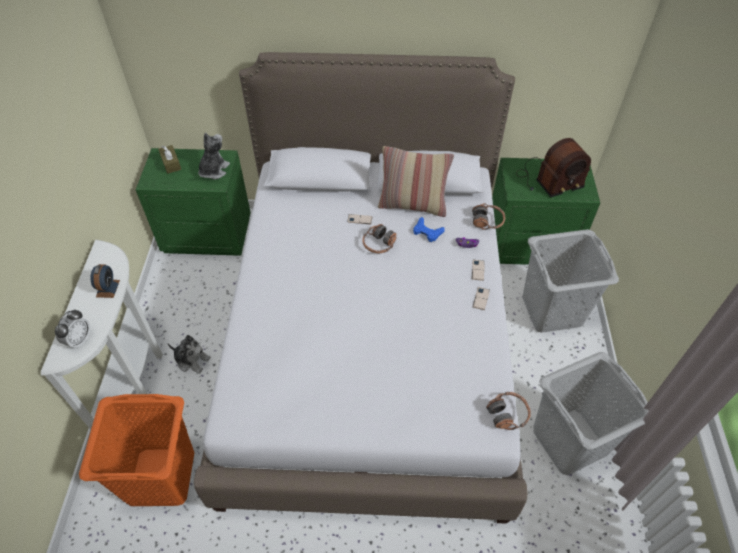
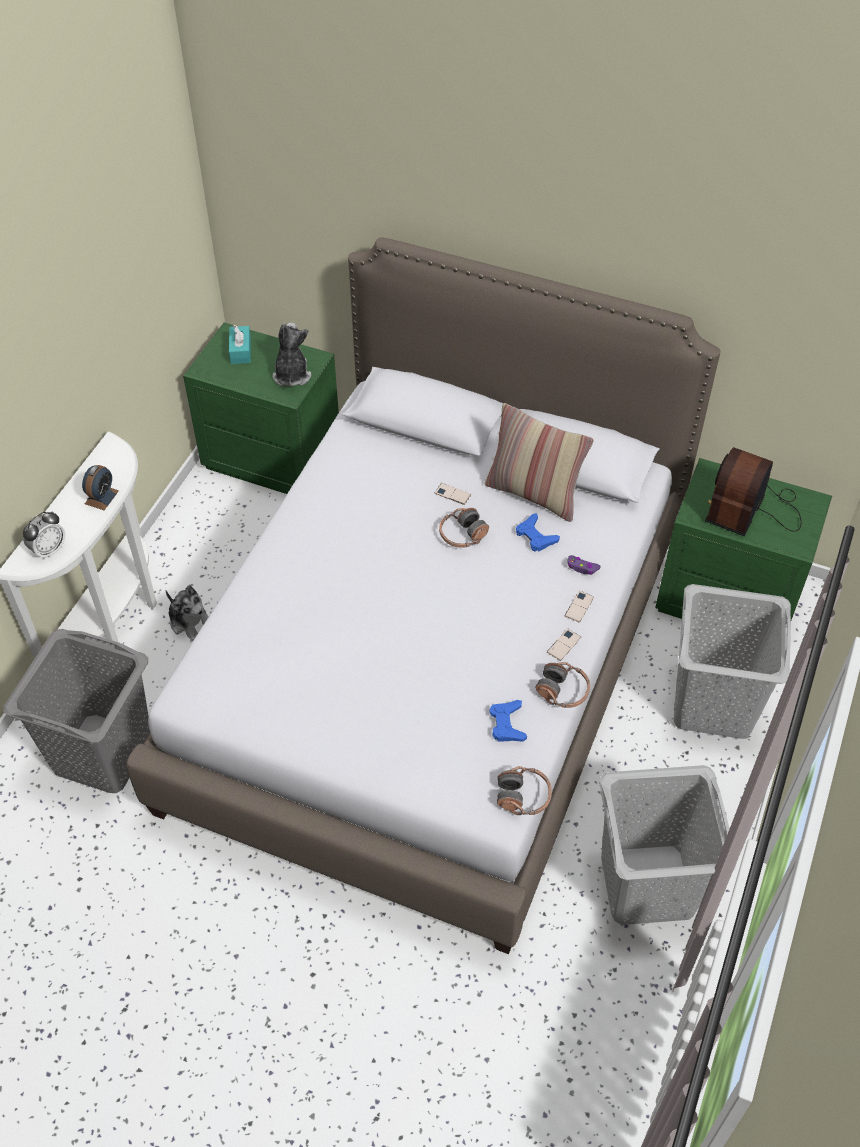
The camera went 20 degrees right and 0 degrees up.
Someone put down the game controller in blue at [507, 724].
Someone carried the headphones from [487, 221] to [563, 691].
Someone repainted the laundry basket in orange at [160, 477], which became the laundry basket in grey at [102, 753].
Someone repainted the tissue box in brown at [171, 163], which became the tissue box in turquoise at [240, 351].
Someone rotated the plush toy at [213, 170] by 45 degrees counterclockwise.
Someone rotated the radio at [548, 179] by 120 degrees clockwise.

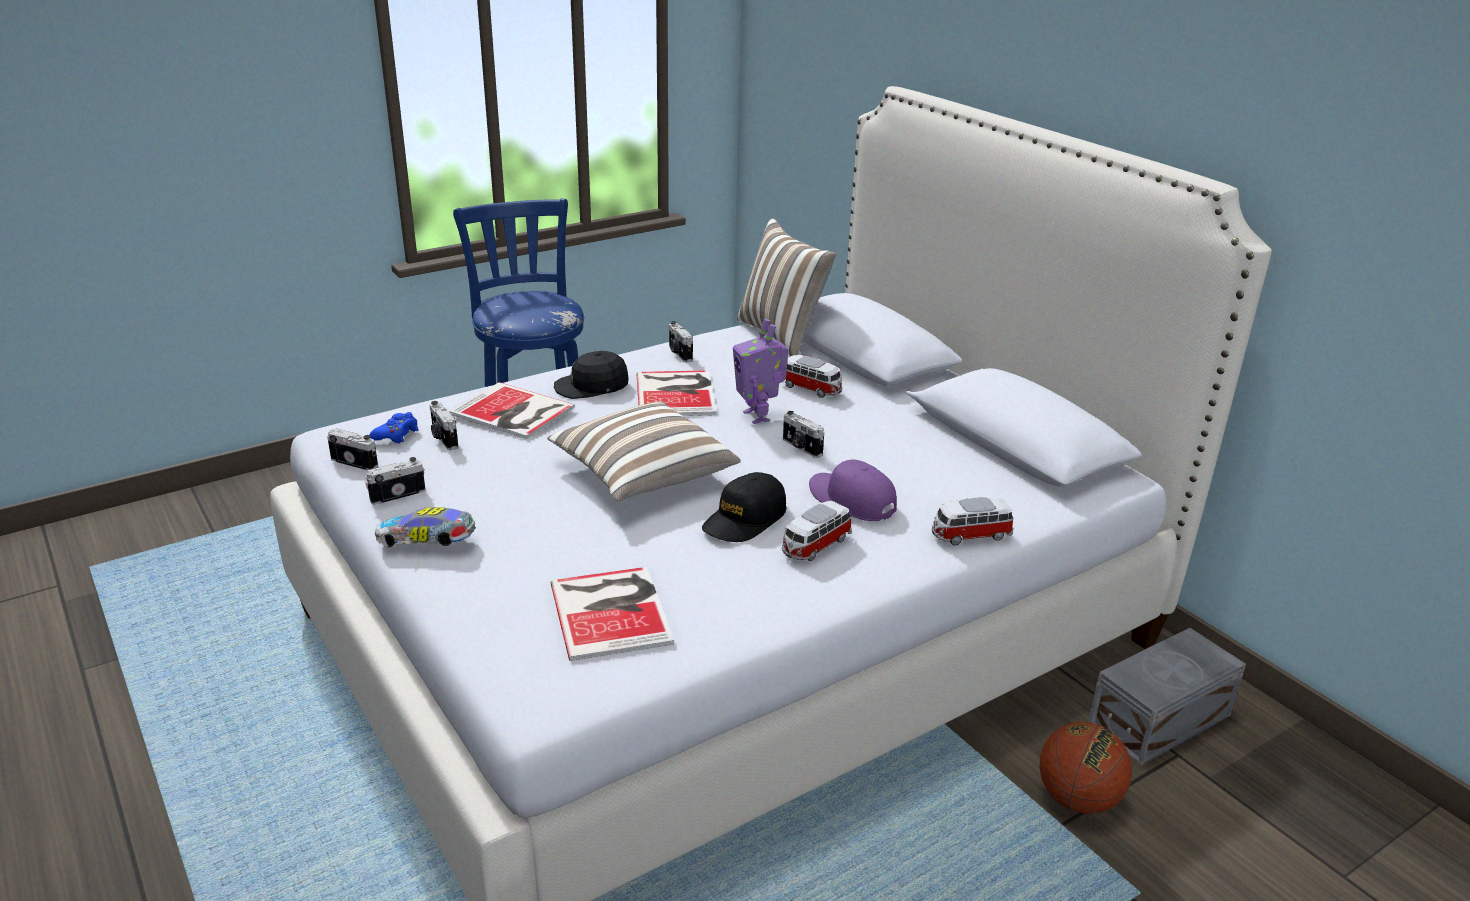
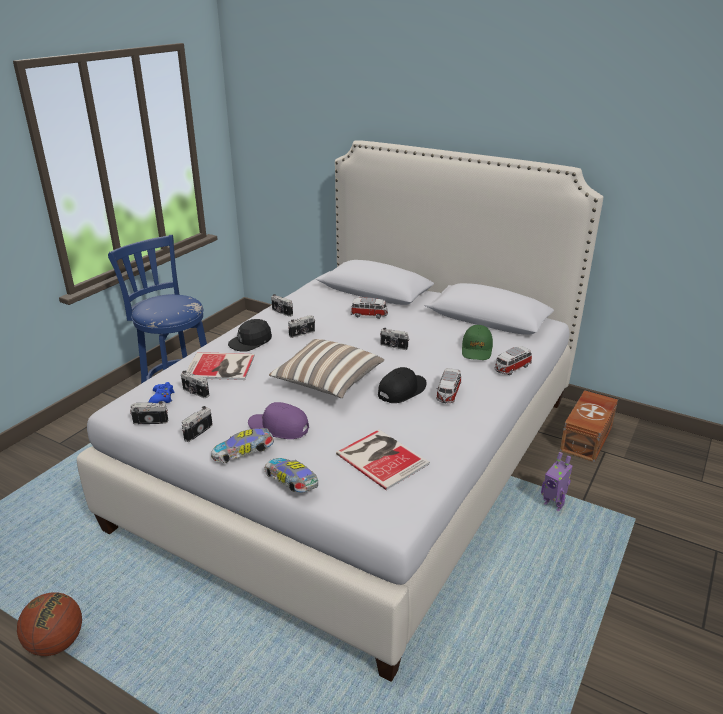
The camera went 25 degrees left and 0 degrees up.
Someone took away the pillow at [782, 336].
Someone put down the toy car at [292, 483].
Someone put down the cap in green at [477, 349].
Someone carried the toy robot from [758, 416] to [553, 505].
Someone carried the cap in purple from [851, 500] to [278, 428].
Someone carried the basketball from [1077, 799] to [56, 643].
Someone swapped the book at [677, 393] for the photo camera at [302, 334].
Someone repainted the storage box in grey at [1162, 720], which became the storage box in brown at [587, 438].
Someone rotated the cap in black at [745, 519] by 150 degrees counterclockwise.

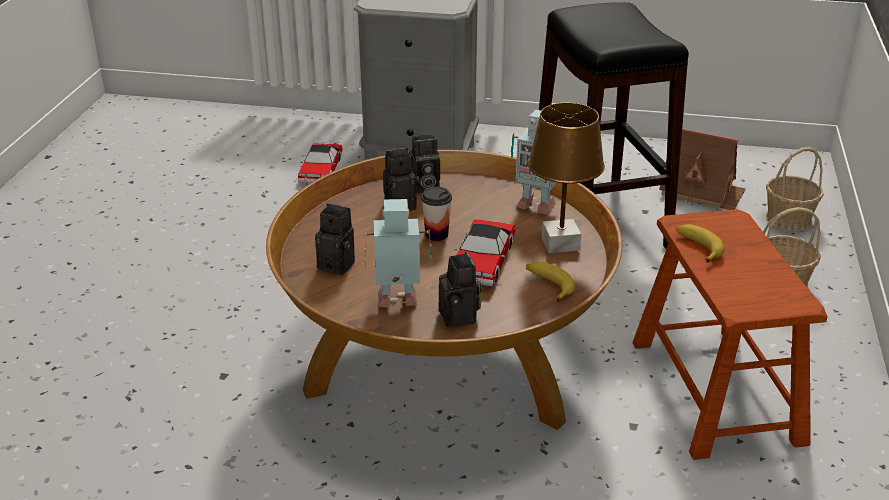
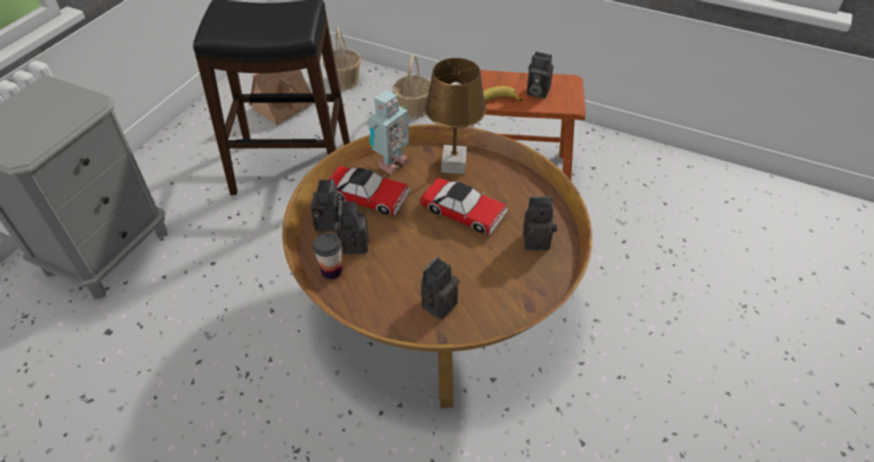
The camera went 75 degrees left and 15 degrees up.
Someone took away the toy robot at [399, 302].
Someone took away the banana at [548, 285].
Someone put down the photo camera at [536, 92].
Someone carried the toy car from [320, 170] to [367, 196].
Someone carried the cup from [436, 235] to [331, 271].

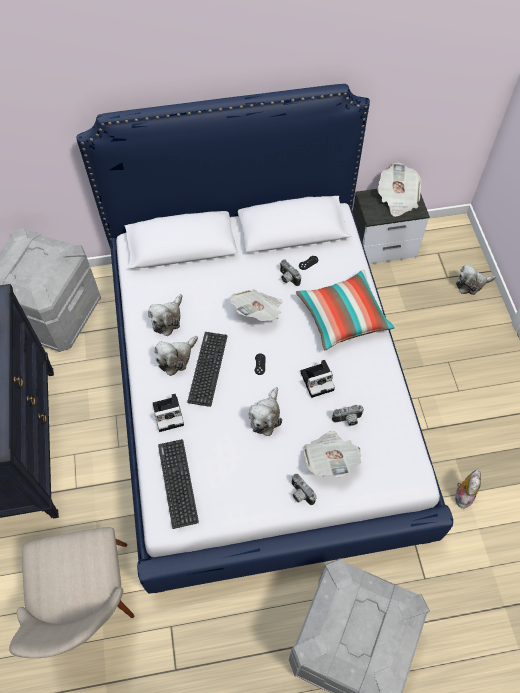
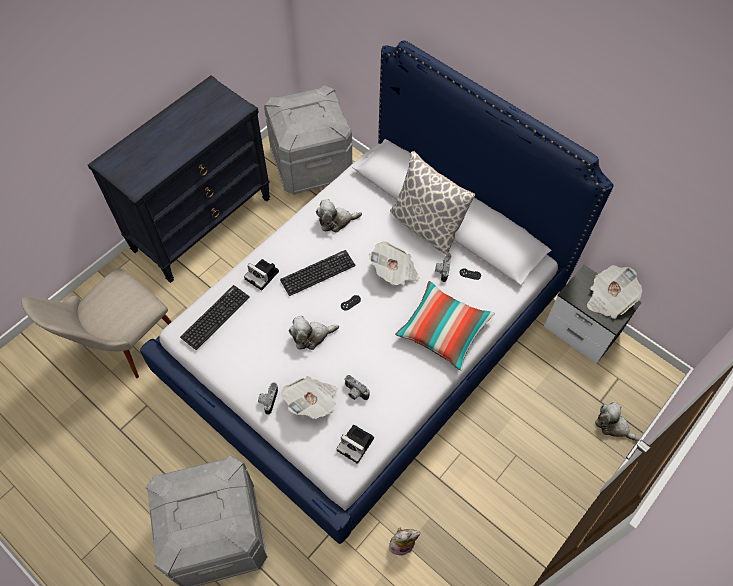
The camera went 50 degrees right and 0 degrees up.
Someone took away the plush toy at [176, 358].
Someone put down the pillow at [426, 225].
Someone carried the photo camera from [318, 380] to [357, 444].

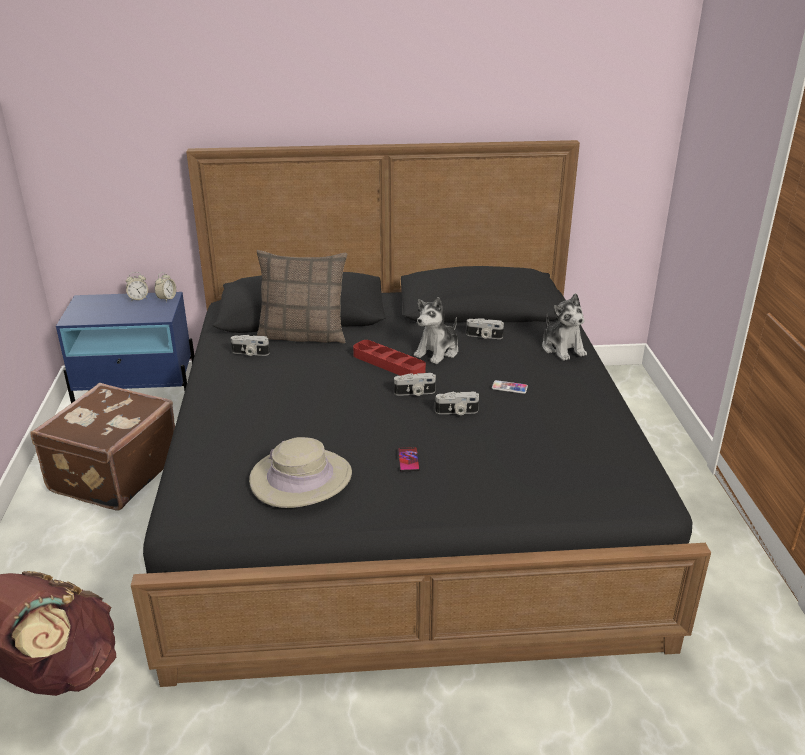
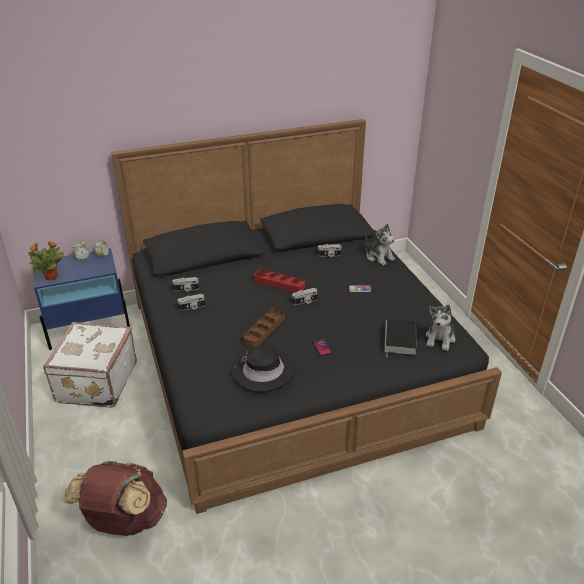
The camera went 15 degrees left and 5 degrees up.
Someone took away the pillow at [303, 335].
Someone put down the potted plant at [52, 277].
Someone put down the tray in brown at [264, 330].
Someone put down the book at [400, 340].
Someone carried the plush toy from [437, 352] to [440, 339].
Someone carried the photo camera from [457, 412] to [192, 307].
Someone repainted the suitcase in brown at [112, 474], which became the suitcase in white at [95, 382].
Someone repainted the hat in beige at [301, 478], which became the hat in black at [263, 371].

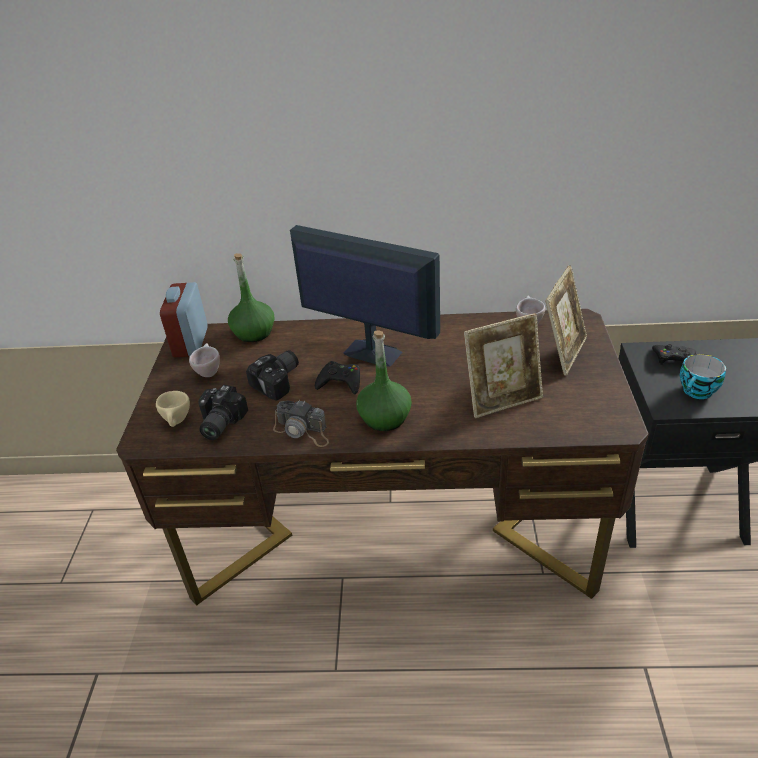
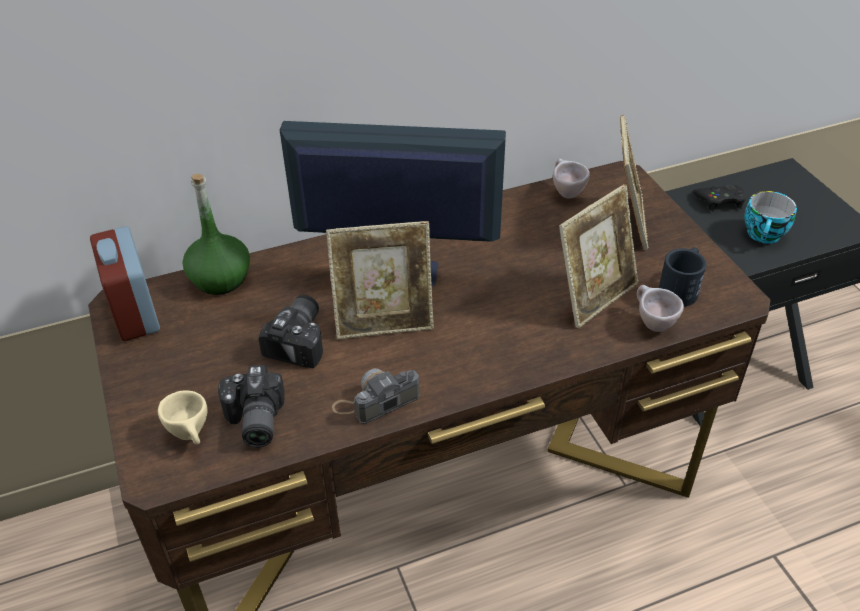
The camera went 25 degrees left and 5 degrees up.
Someone took away the bottle in green at [385, 417].
Someone put down the mug in black at [681, 287].
Someone carried the cup in beige from [208, 371] to [651, 323].
Someone swapped the game controller in black at [340, 382] for the picture frame at [384, 321].
Someone rotated the photo camera at [303, 431] by 150 degrees clockwise.

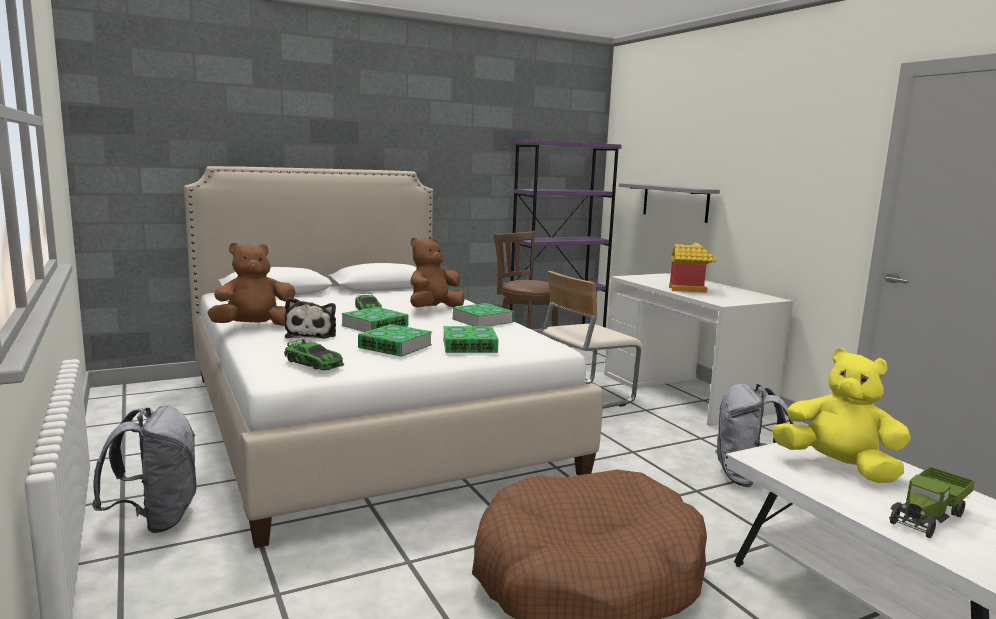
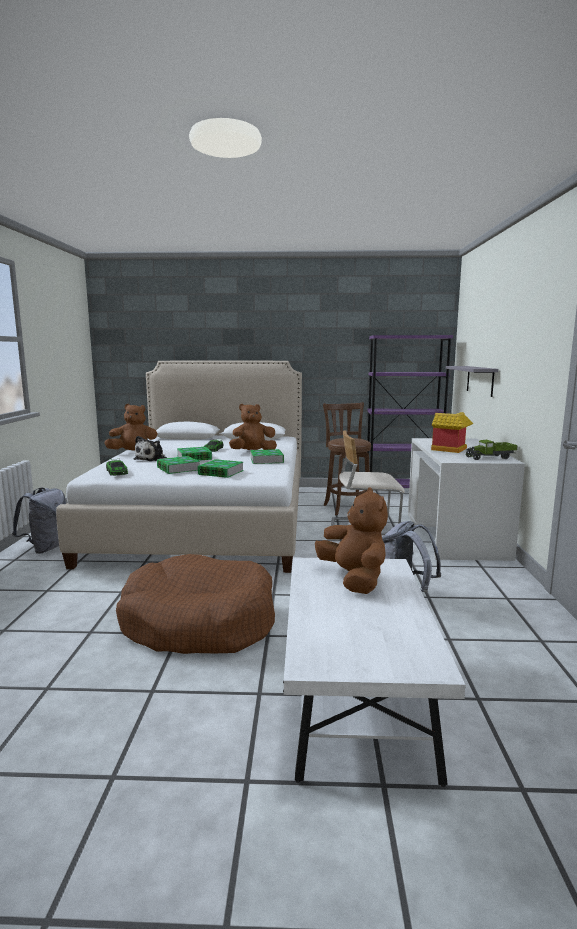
The camera went 30 degrees right and 0 degrees up.
Someone carried the toy truck from [929, 516] to [490, 457].
Someone repainted the plush toy in yellow at [837, 467], which became the plush toy in brown at [354, 579].

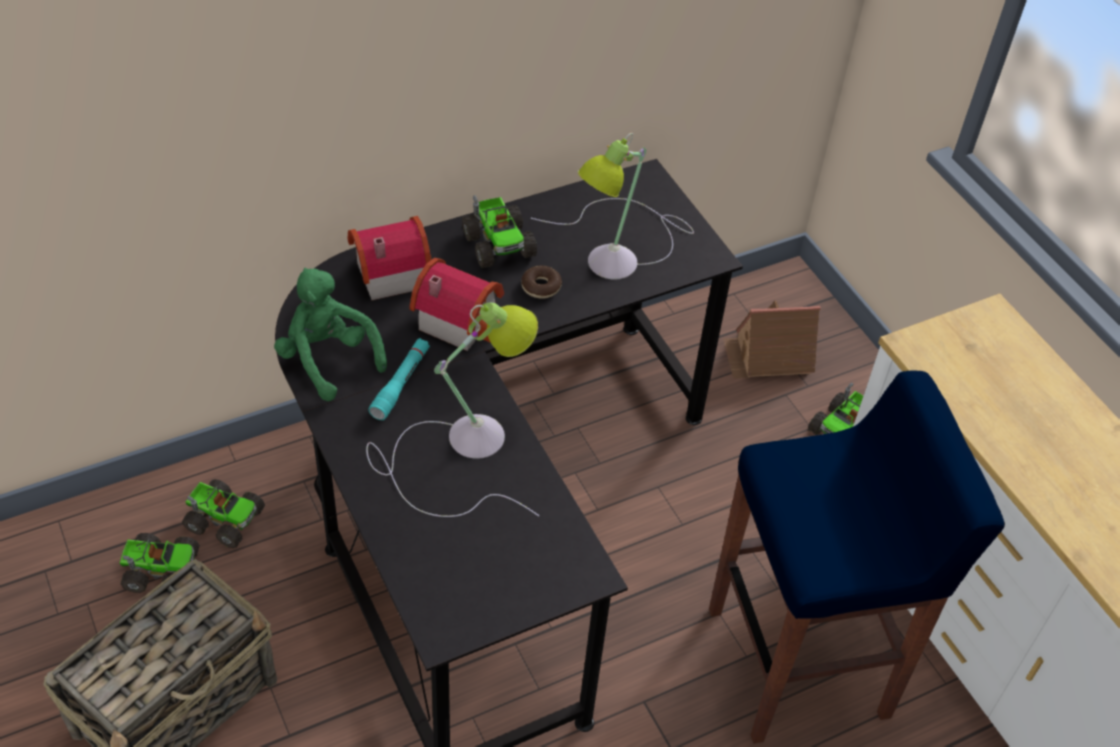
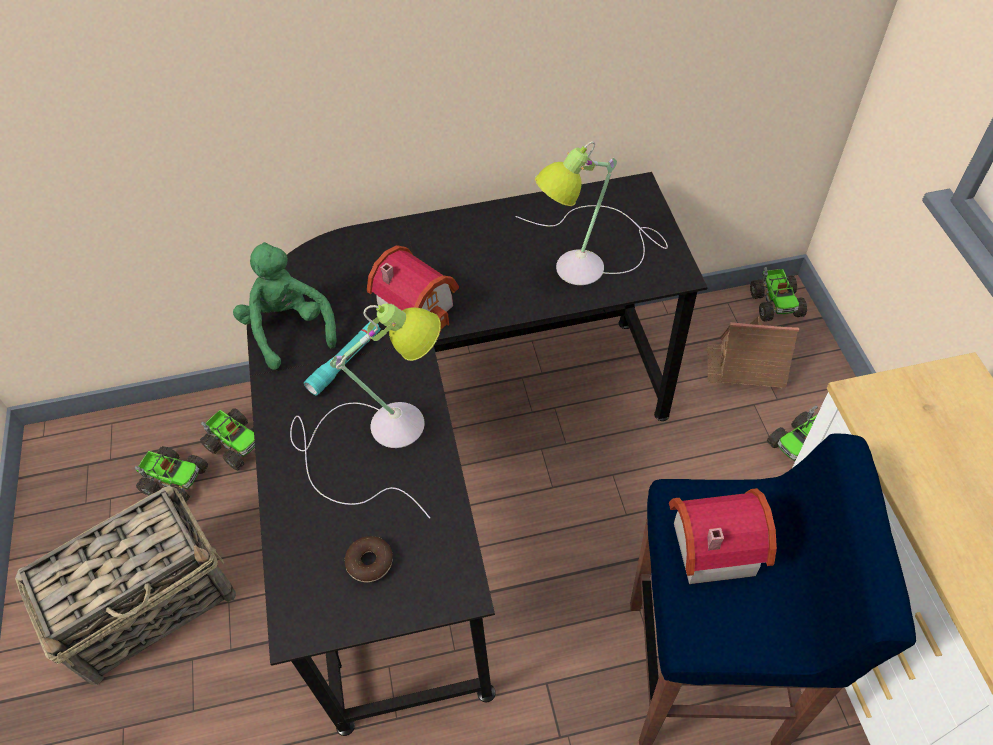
The camera went 20 degrees right and 5 degrees up.
Someone carried the toy house from [387, 272] to [709, 543].
Someone carried the toy truck from [498, 244] to [775, 303].
Someone carried the donut from [541, 287] to [370, 562].

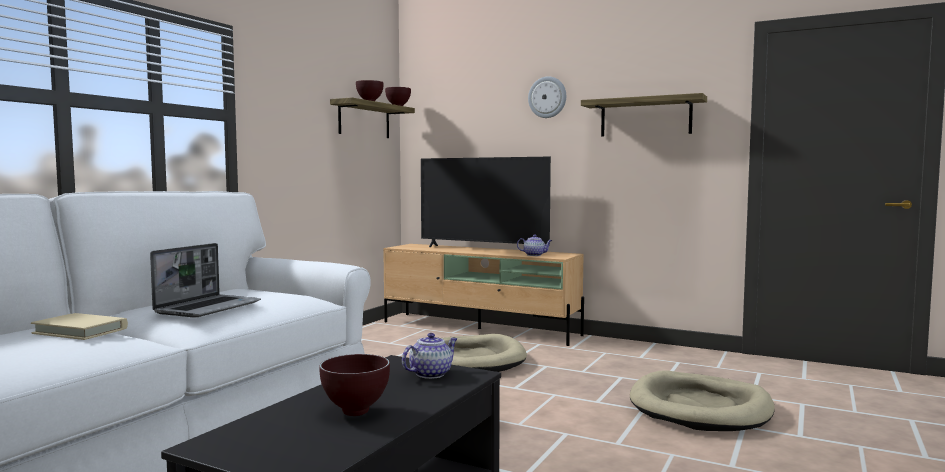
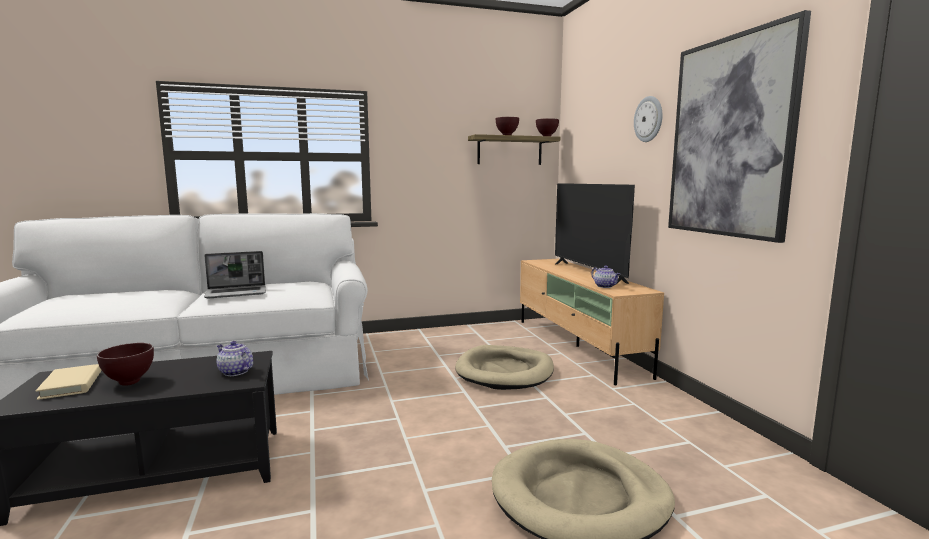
The camera went 45 degrees right and 5 degrees up.
Someone carried the book in beige from [80, 331] to [71, 385].
Someone swapped the shelf at [645, 117] for the picture at [730, 137].
Someone rotated the teapot at [431, 374] by 150 degrees counterclockwise.

